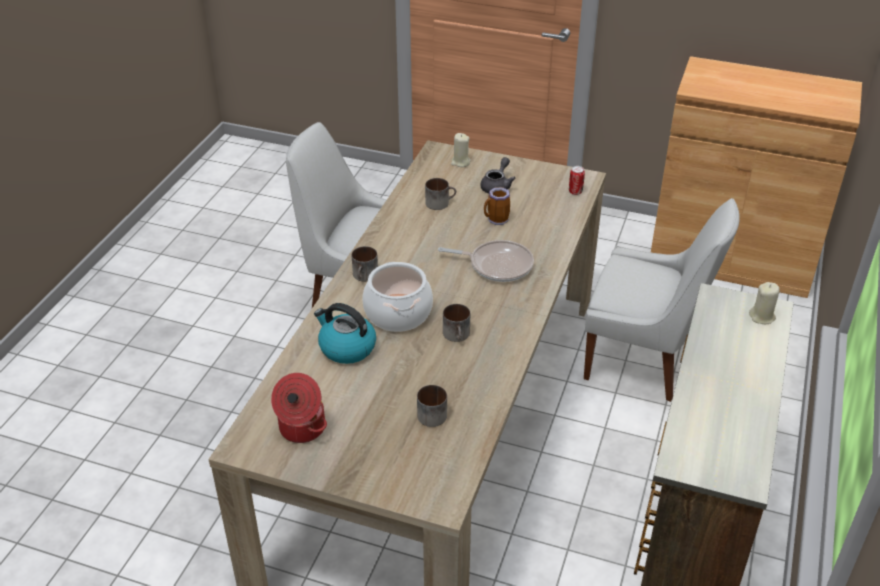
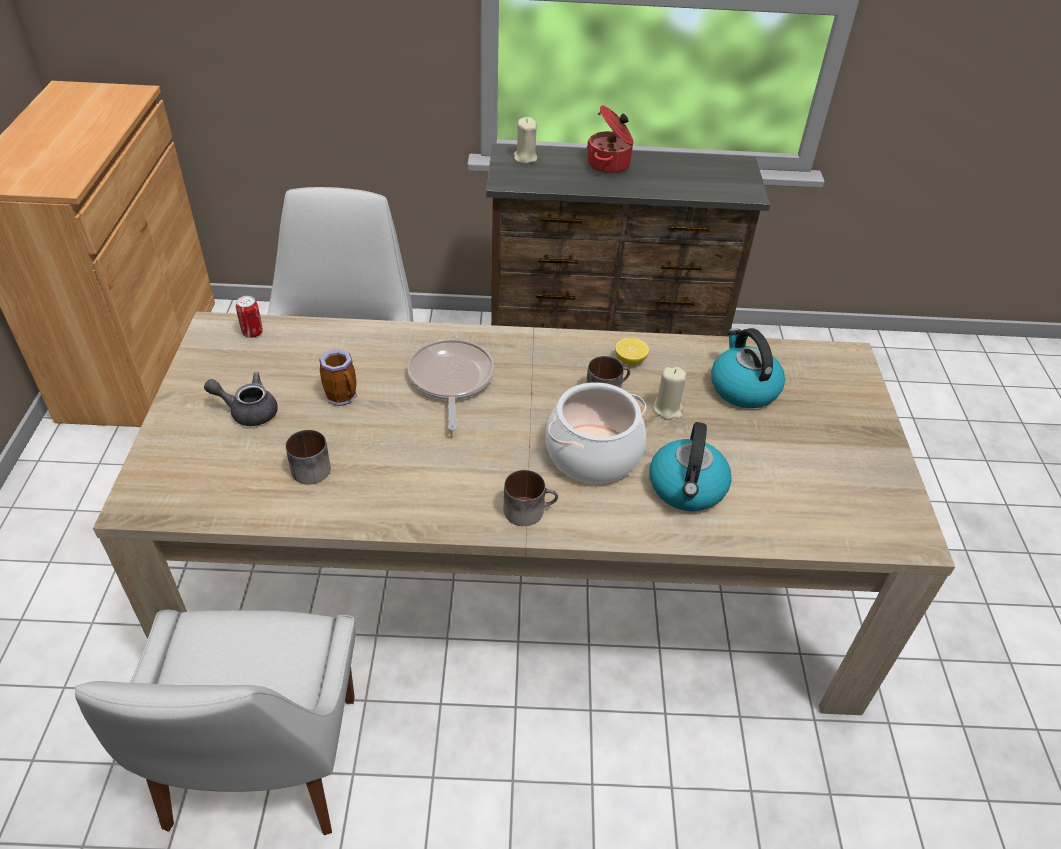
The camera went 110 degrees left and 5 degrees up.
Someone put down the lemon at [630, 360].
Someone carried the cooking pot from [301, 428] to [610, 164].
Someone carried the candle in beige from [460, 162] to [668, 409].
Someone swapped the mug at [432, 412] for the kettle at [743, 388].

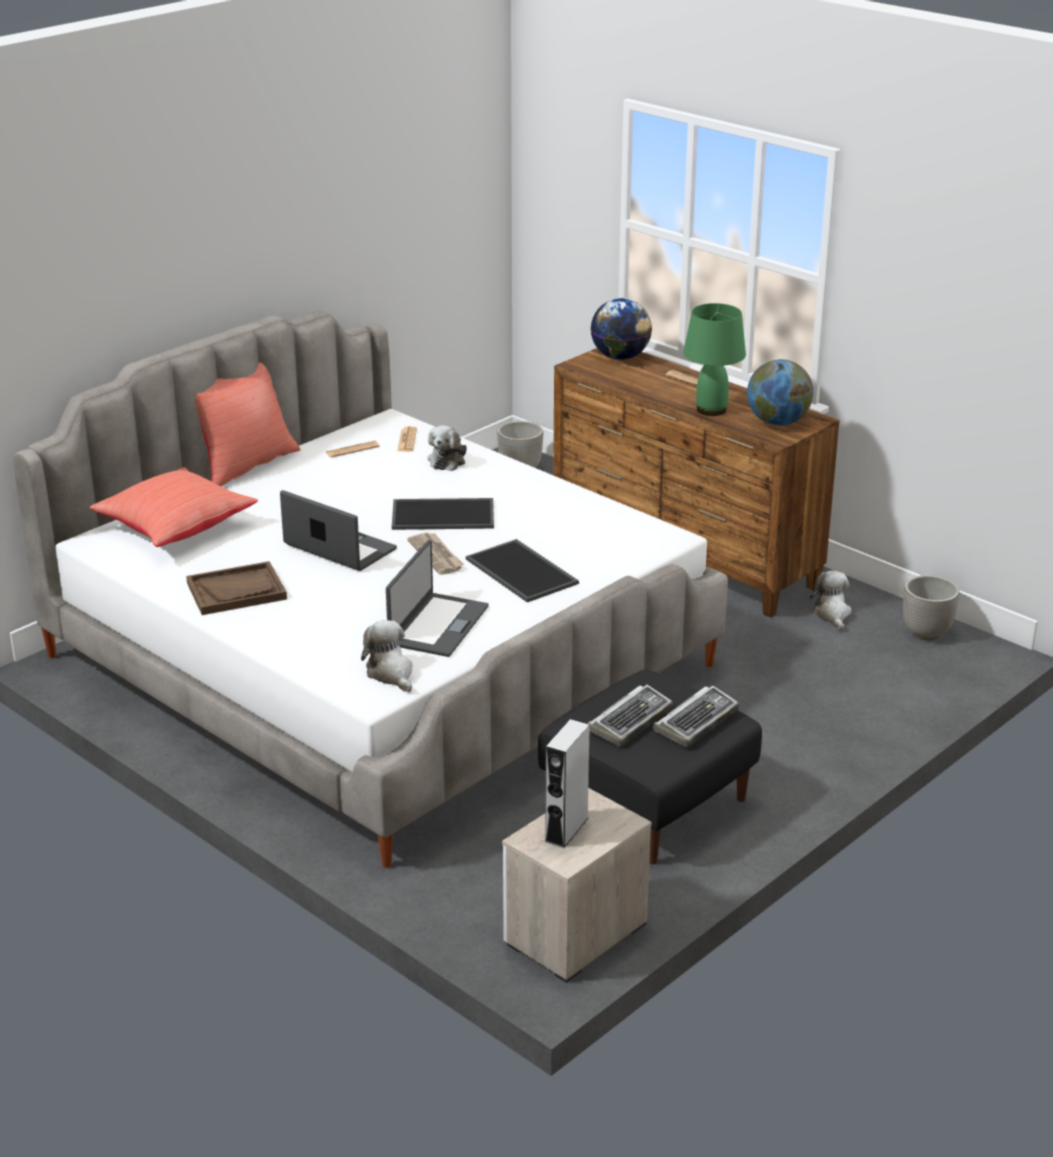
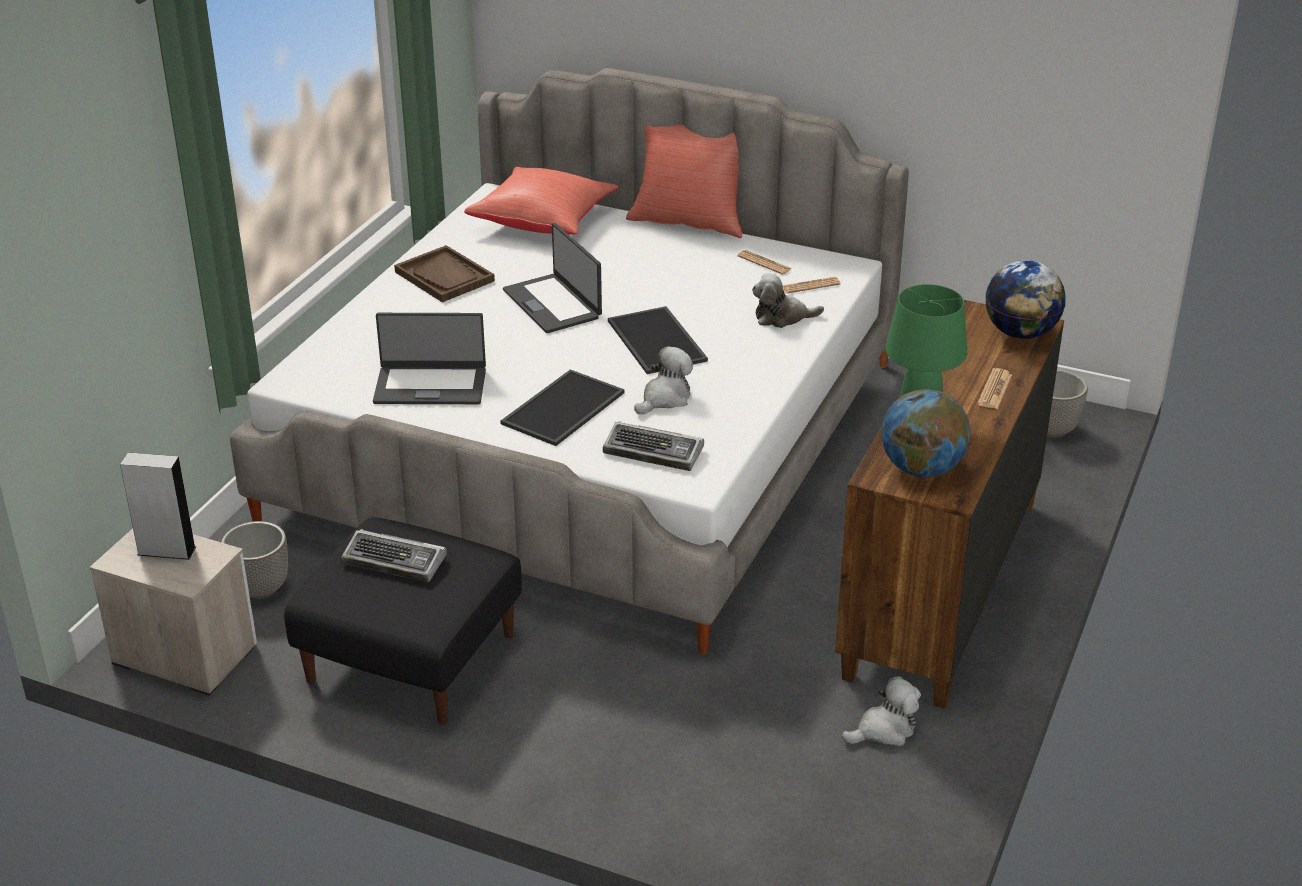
The camera went 70 degrees right and 5 degrees up.
Someone took away the newspaper at [436, 555].
Someone carried the plush toy from [391, 673] to [665, 398].
Someone carried the keyboard from [696, 721] to [654, 452].
Someone carried the planter from [927, 633] to [260, 589].
Someone rotated the laptop at [339, 548] by 135 degrees clockwise.

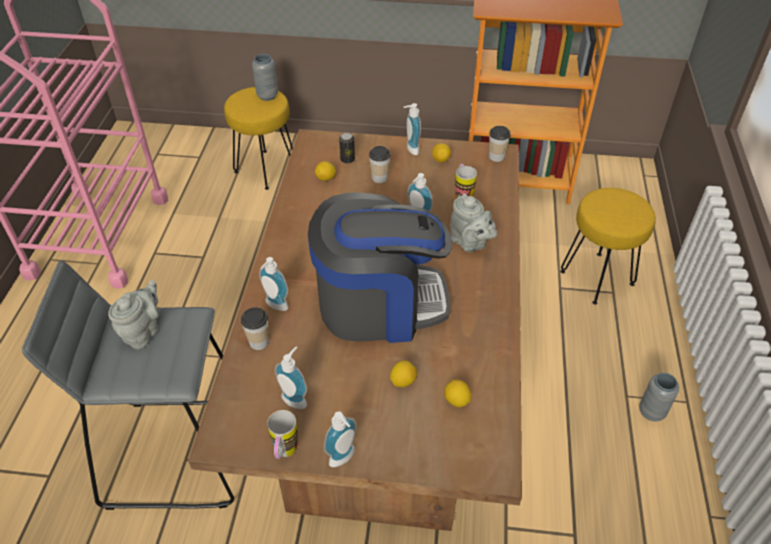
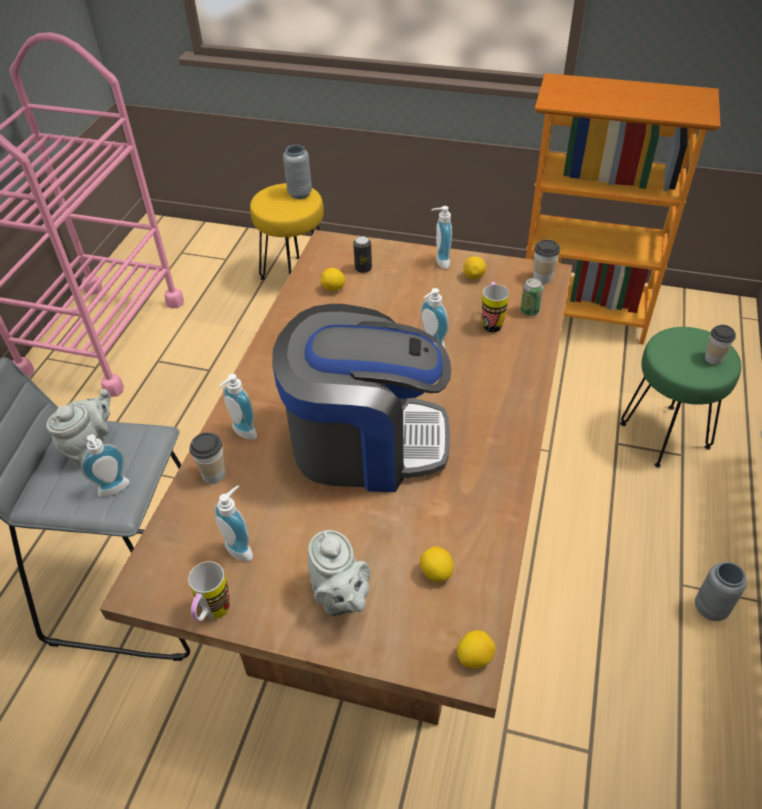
The camera went 10 degrees right and 0 degrees up.
Someone put down the can at [529, 311].
Someone carried the soap dispenser from [344, 459] to [115, 491].
Someone carried the cup from [379, 178] to [713, 358].
Someone carried the lemon from [403, 381] to [474, 657].
Someone carried the teapot in grey from [470, 243] to [340, 598].
Someone repainted the stool in yellow at [598, 278], which became the stool in green at [665, 436].

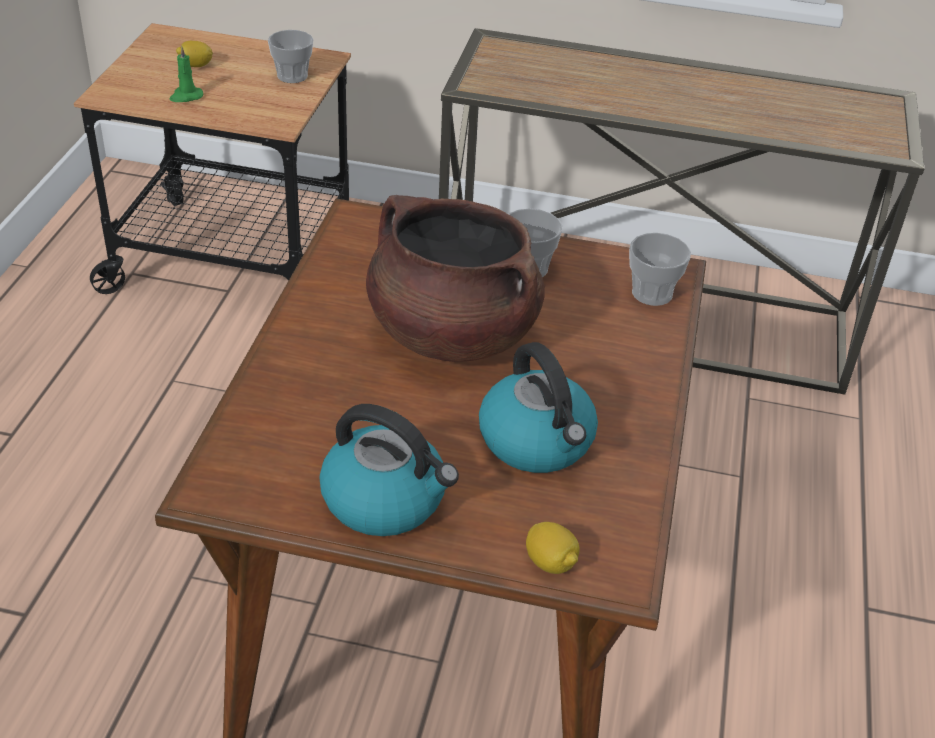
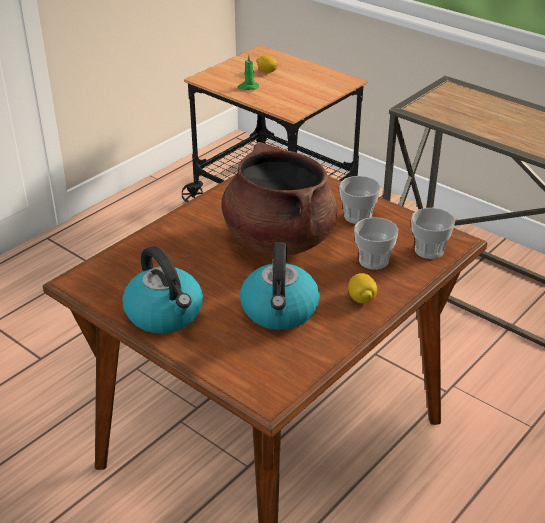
The camera went 30 degrees right and 5 degrees down.
Someone carried the cup from [292, 76] to [373, 261].
Someone carried the lemon from [550, 563] to [361, 299].

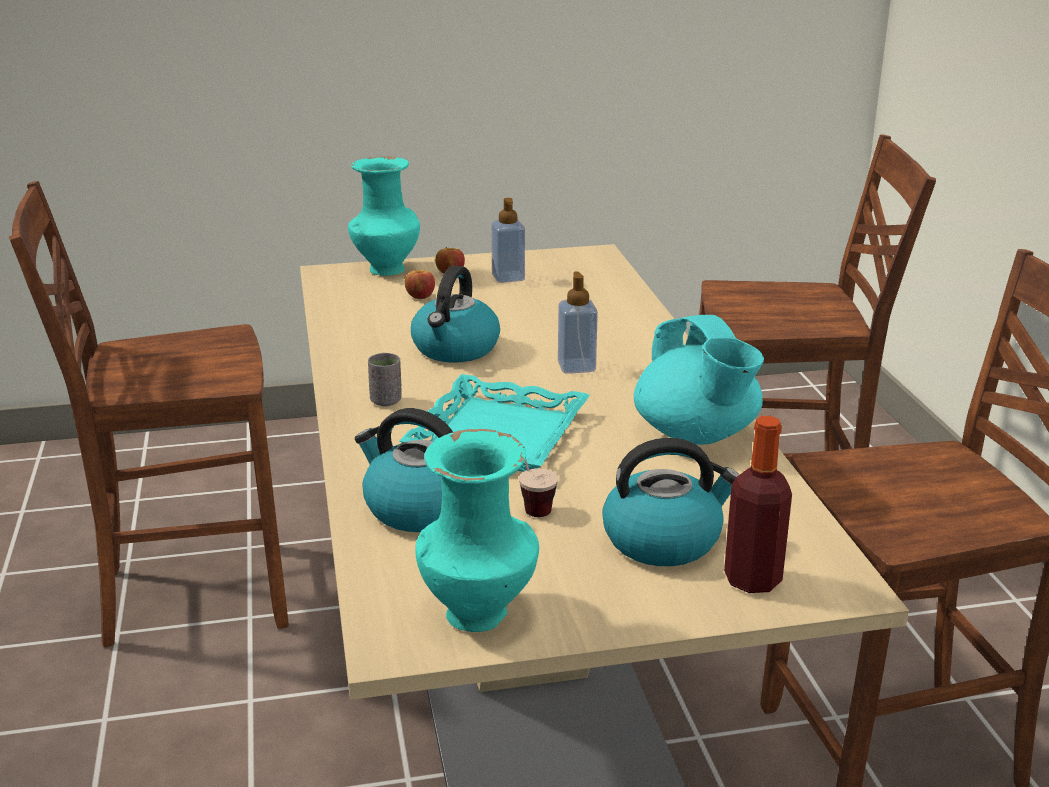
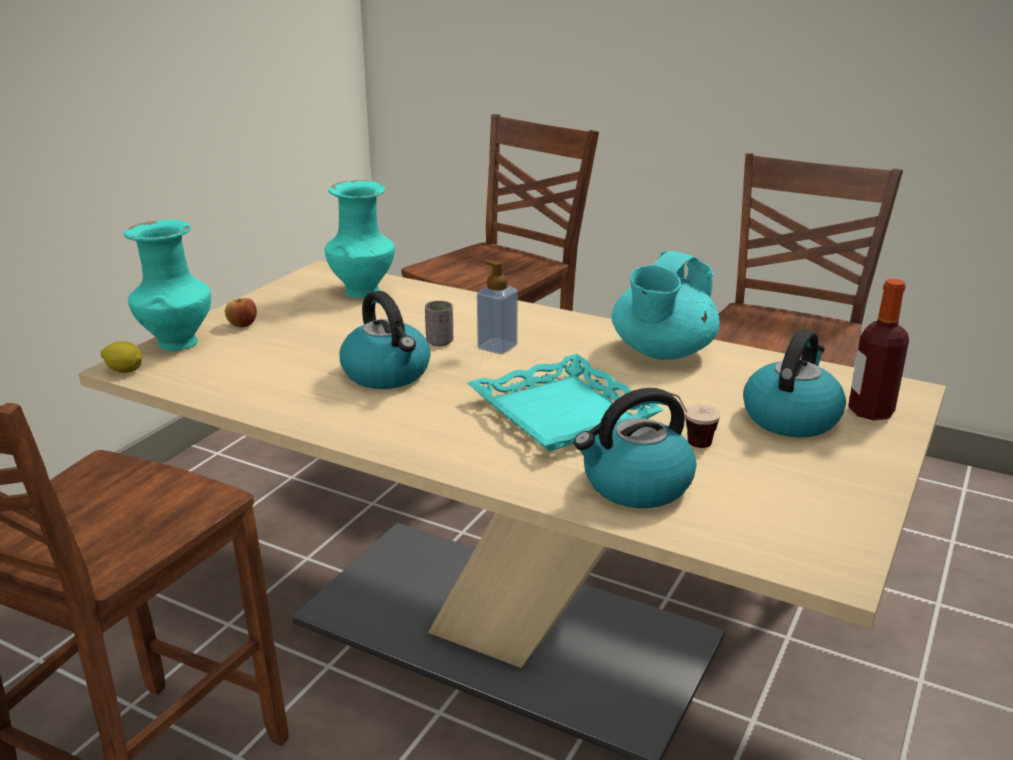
The camera went 50 degrees left and 0 degrees up.
Someone took away the apple at [420, 296].
Someone took away the soap dispenser at [508, 277].
Someone put down the lemon at [125, 371].
Someone carried the cup in grey from [386, 401] to [440, 342].
Someone carried the vase in turquoise from [480, 613] to [363, 291].
Someone rotated the teapot in turquoise at [696, 435] by 105 degrees clockwise.

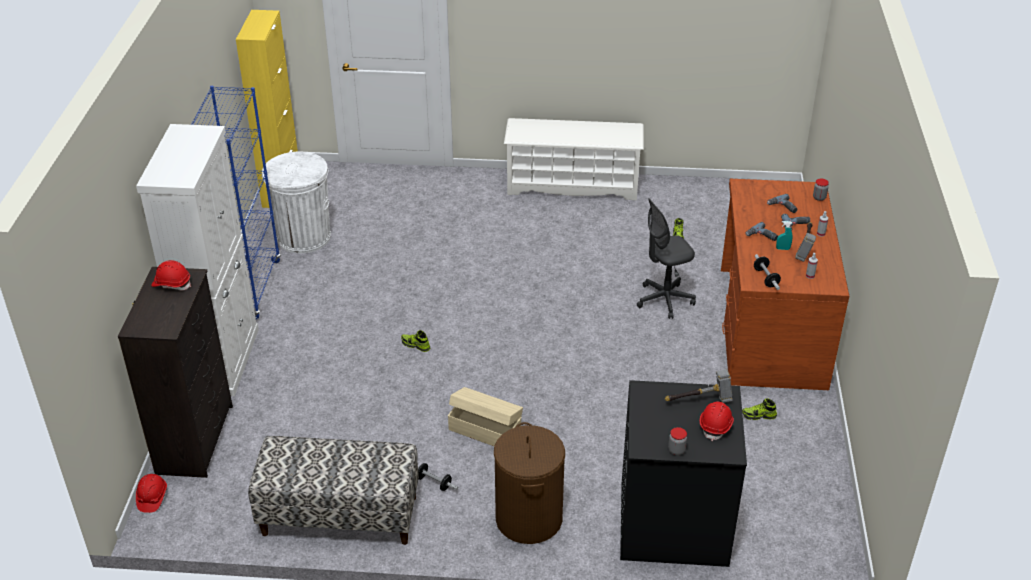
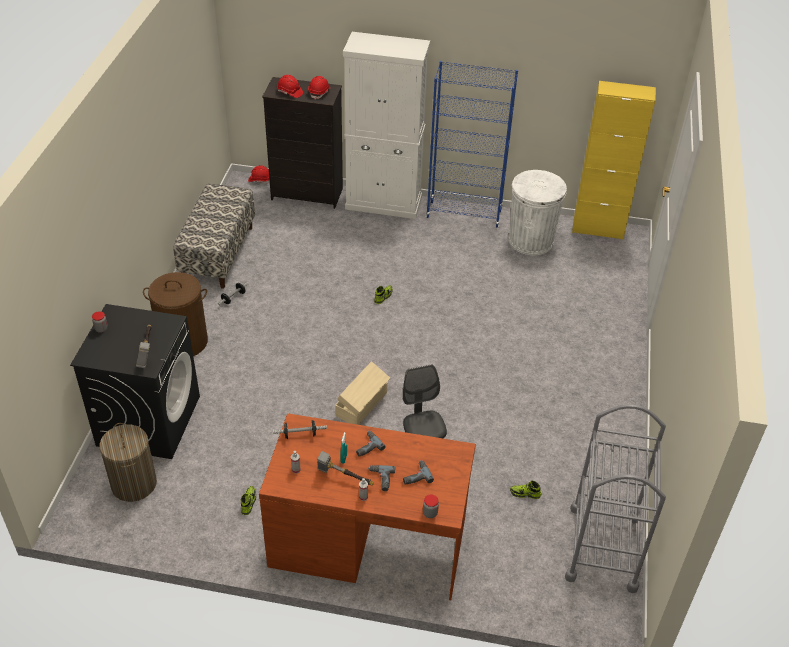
The camera went 95 degrees right and 5 degrees up.
Someone took away the shoe rack in white at [573, 185].
Someone put down the laundry basket at [134, 484].
Someone put down the cart in grey at [603, 547].
Someone carried the storage box in beige from [484, 429] to [362, 404].
Someone carried the hard hat in red from [716, 426] to [289, 92].

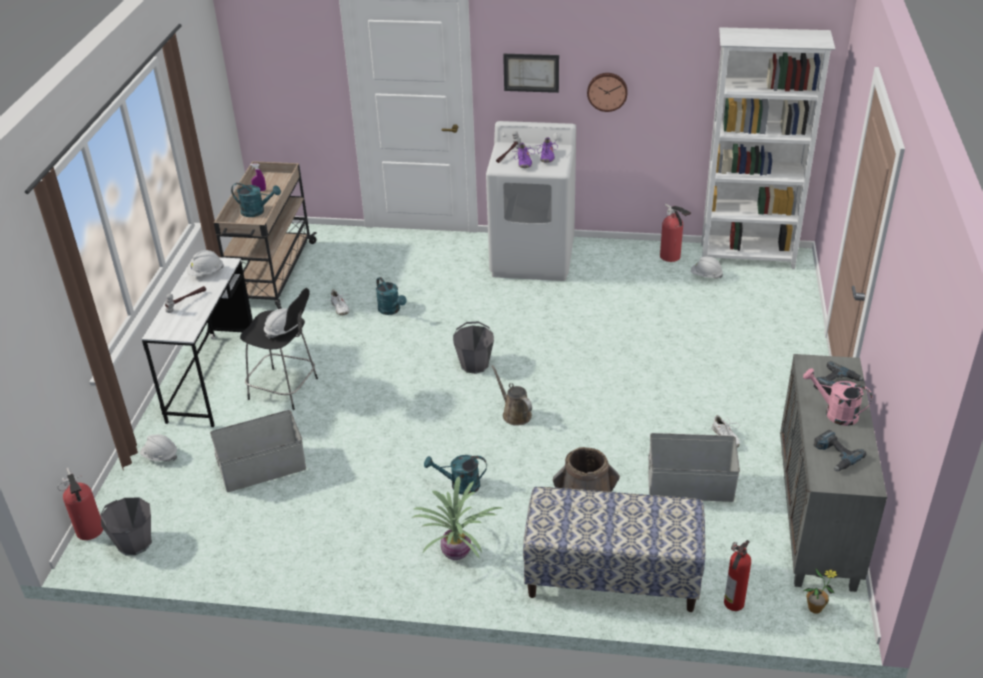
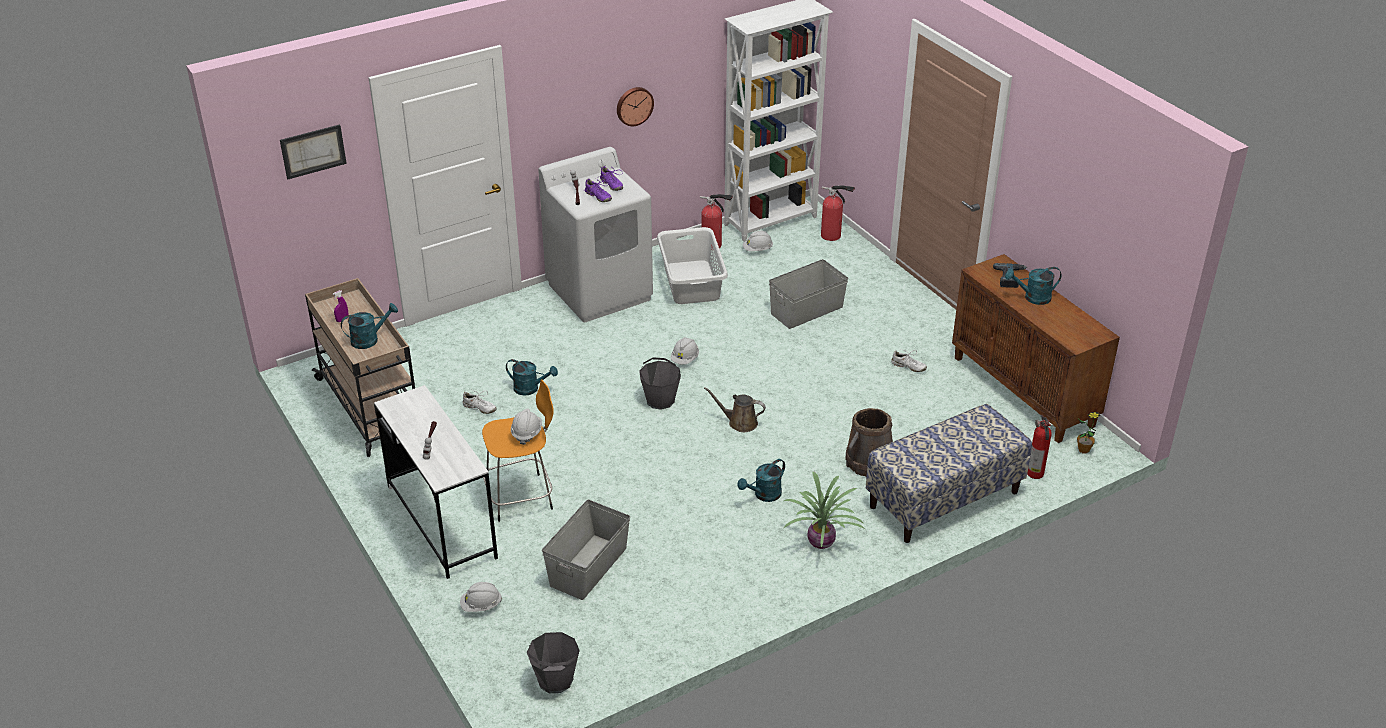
The camera went 40 degrees left and 0 degrees up.
Someone took away the power drill at [834, 455].
Someone put down the laundry basket in white at [692, 282].
Someone carried the fire extinguisher from [90, 532] to [833, 236].
Someone carried the hard hat in white from [206, 273] to [685, 359].
Someone carried the picture from [531, 72] to [313, 151].
Someone carried the storage box in grey from [690, 486] to [807, 310].
Someone repainted the stool in black at [285, 389], which became the stool in orange at [522, 497].
Someone repainted the cabinet in grey at [817, 517], which became the cabinet in brown at [1024, 391].
Someone repainted the watering can in pink at [835, 413], which became the watering can in turquoise at [1032, 298].

